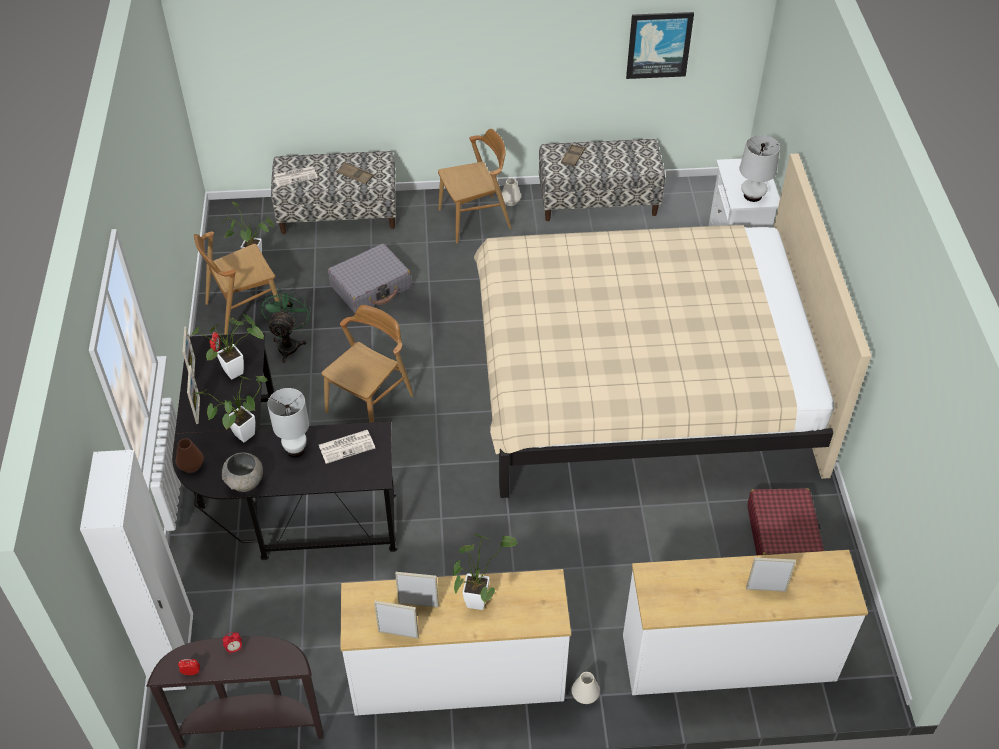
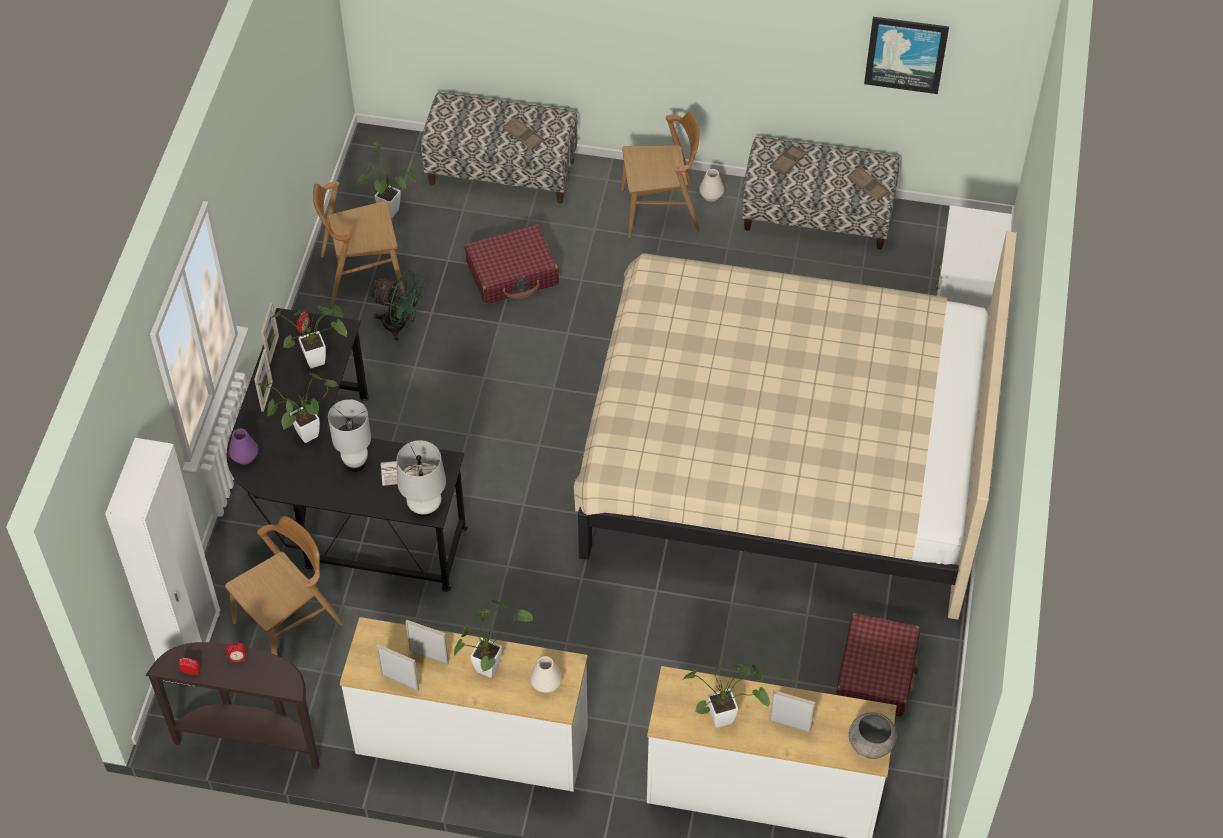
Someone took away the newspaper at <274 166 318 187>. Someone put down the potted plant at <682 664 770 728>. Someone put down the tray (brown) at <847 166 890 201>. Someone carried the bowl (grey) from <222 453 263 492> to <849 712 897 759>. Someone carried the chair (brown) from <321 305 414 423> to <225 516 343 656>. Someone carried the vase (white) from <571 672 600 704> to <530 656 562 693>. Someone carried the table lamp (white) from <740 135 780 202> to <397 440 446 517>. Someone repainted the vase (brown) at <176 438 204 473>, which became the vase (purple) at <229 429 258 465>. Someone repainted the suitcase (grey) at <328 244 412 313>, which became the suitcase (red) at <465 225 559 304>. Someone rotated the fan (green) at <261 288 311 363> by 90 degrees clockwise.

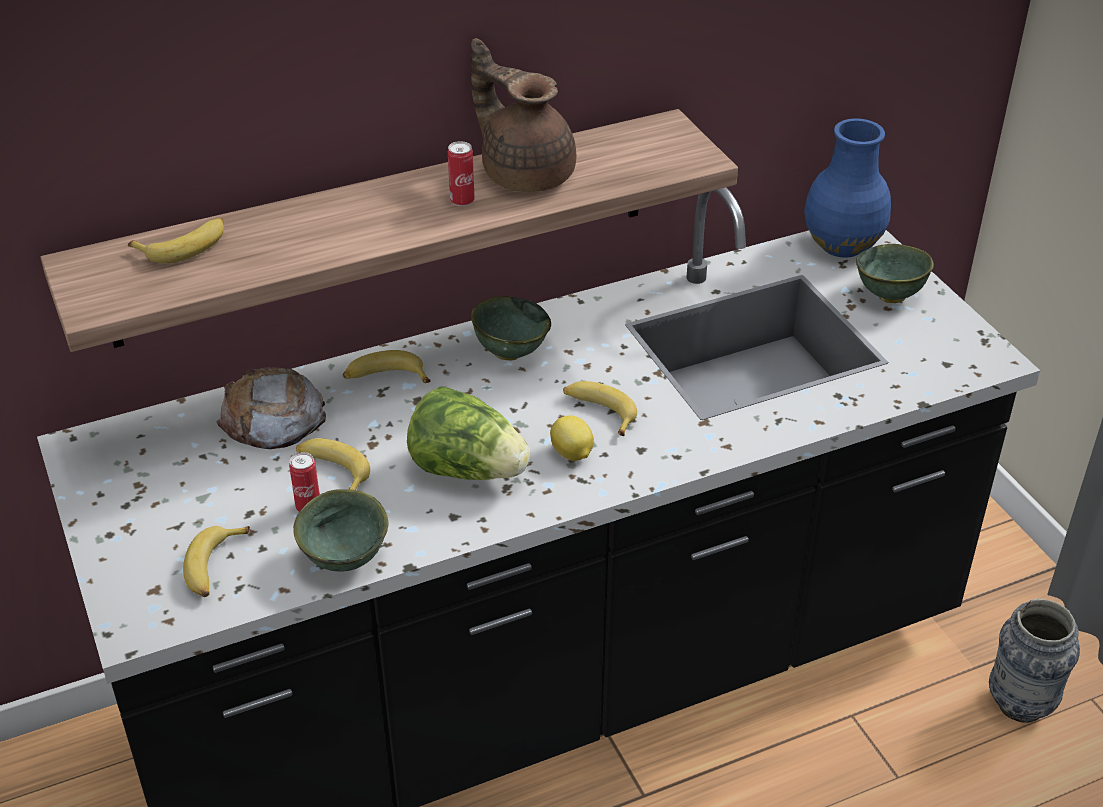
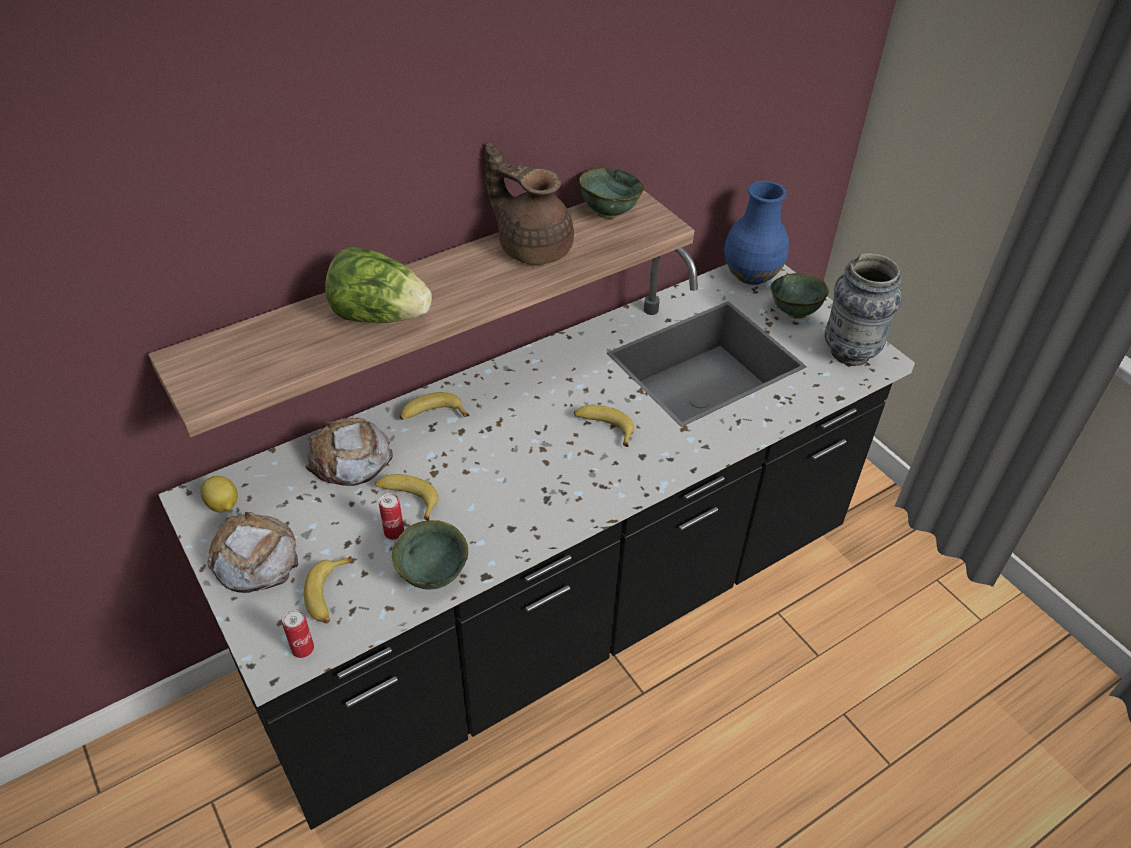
Someone took away the banana at <128 218 224 263>. Someone put down the bread at <208 512 299 593>. Someone carried the lettuce from <407 386 530 480> to <325 246 432 323>. Someone carried the can from <448 141 475 206> to <282 609 314 658>. Someone carried the bowl (green) from <471 296 551 361> to <579 168 644 219>. Someone carried the lemon from <550 415 594 461> to <201 476 238 512>. Someone carried the vase from <989 599 1080 723> to <825 253 902 366>.

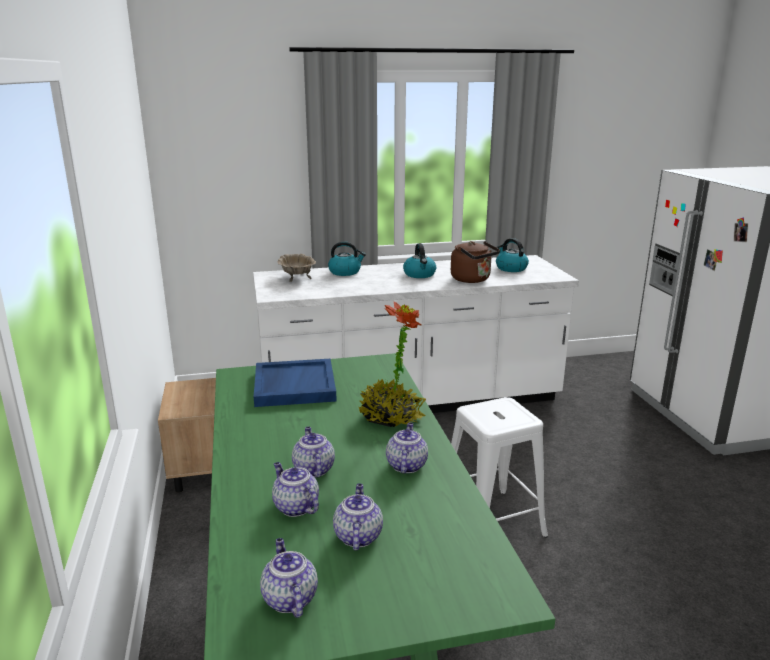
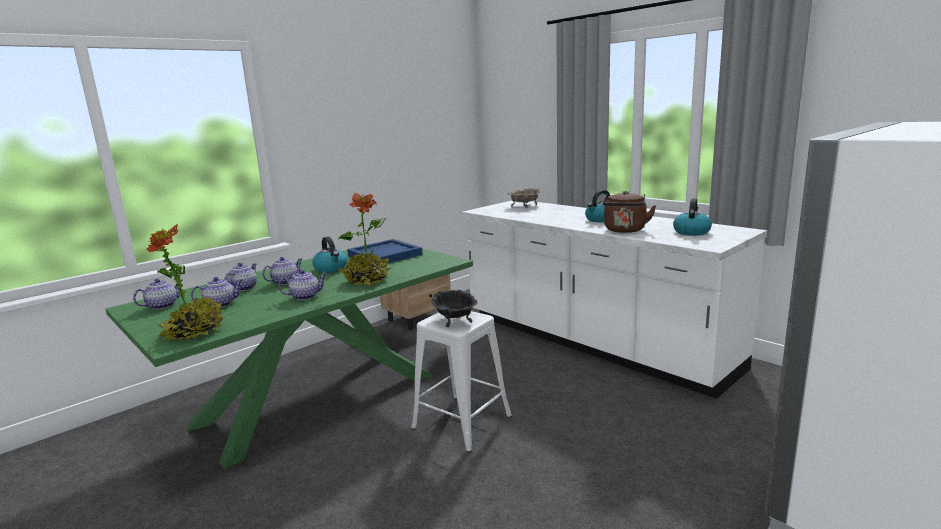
Someone put down the potted plant at <147 223 224 341>. Someone put down the bowl (black) at <431 290 478 327>. Someone carried the kettle from <328 242 366 276> to <312 237 348 273>.

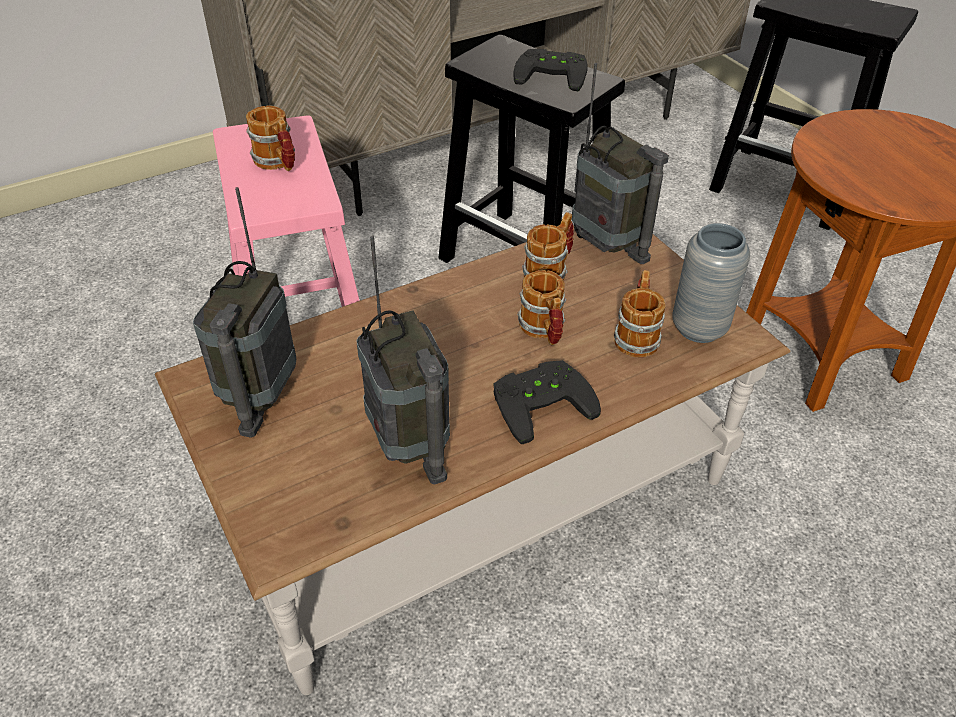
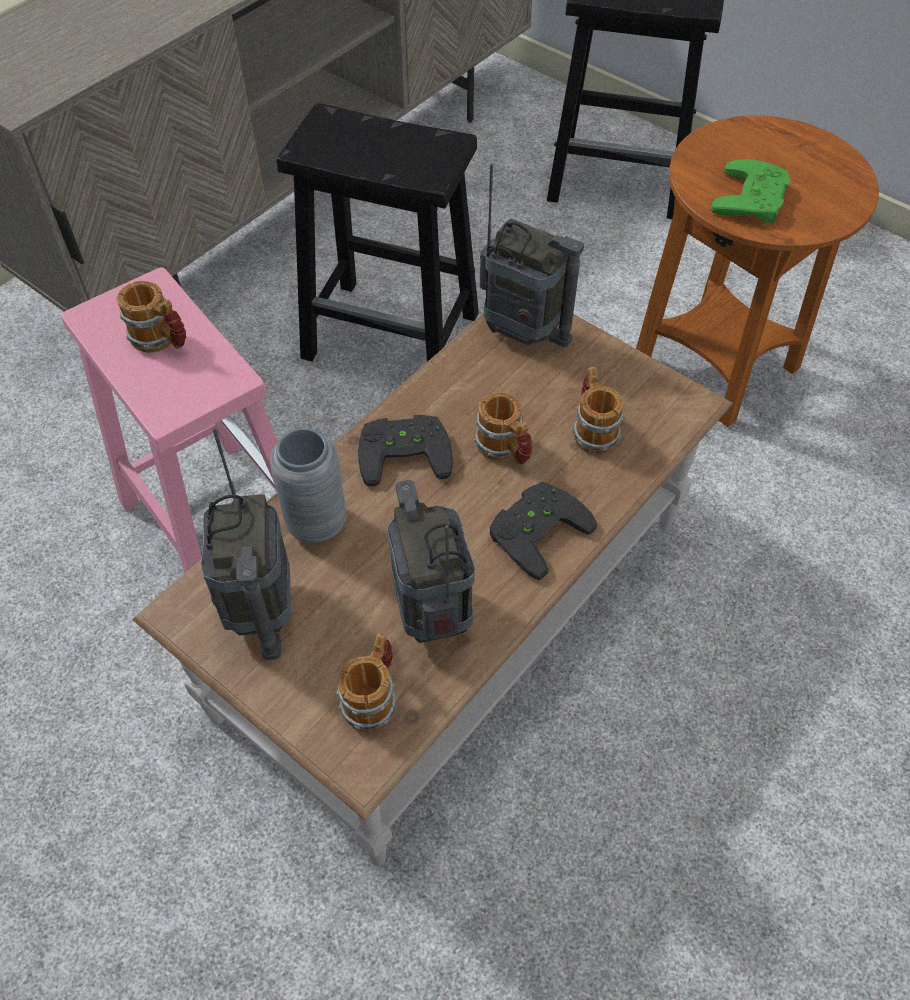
Someone put down the game controller (green) at <711 159 789 223>. Someone carried the game controller (black) from <513 49 588 91> to <358 415 453 486>. Someone carried the mug from <522 212 574 281> to <336 633 397 732>. Someone carried the vase (grey) from <672 223 750 343> to <270 428 347 543>. Someone rotated the radio at <356 235 450 485> by 150 degrees counterclockwise.

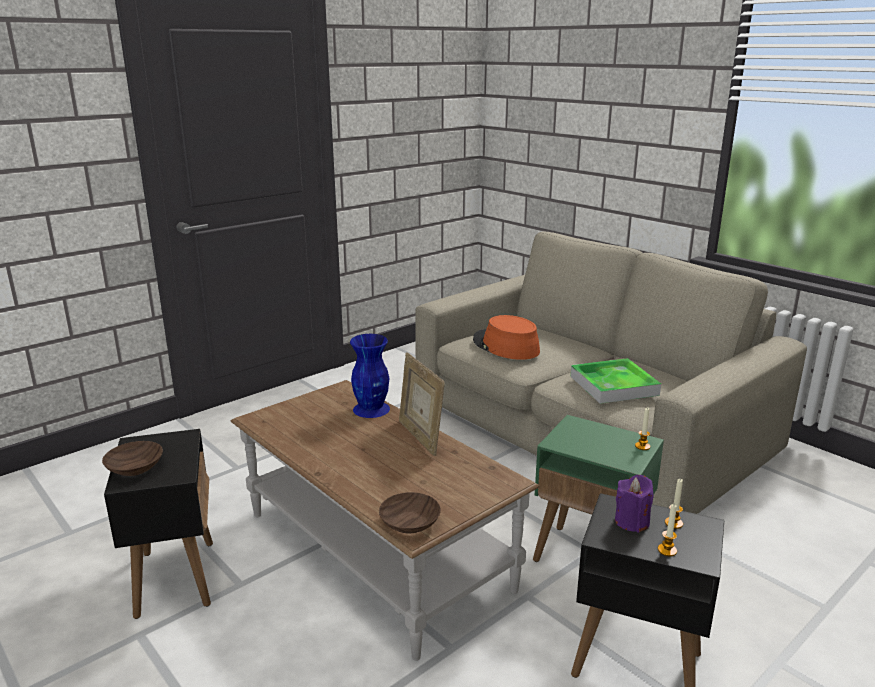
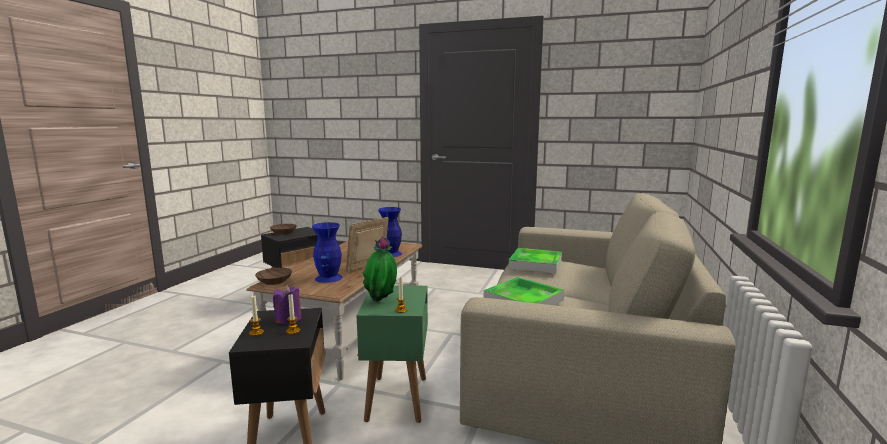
Someone put down the vase (blue) at <312 222 343 283>. Someone put down the potted plant at <362 236 397 302>. Someone swapped the hat (orange) at <473 315 540 360> for the tray at <508 248 562 273>.

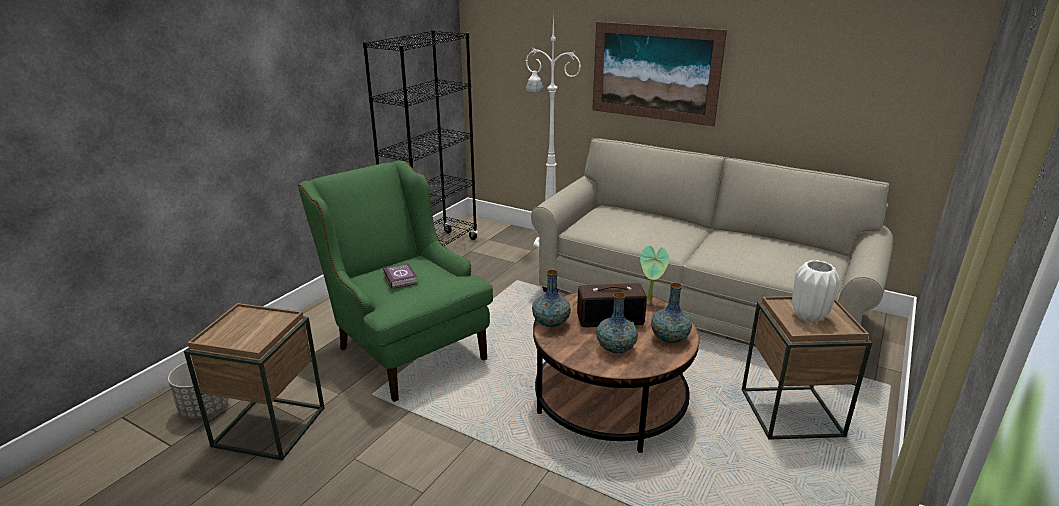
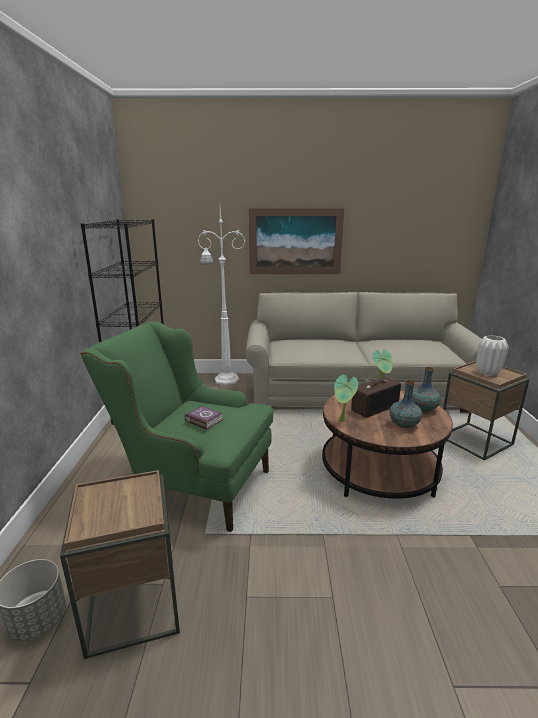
Someone swapped the vase at <532 270 571 328> for the potted plant at <334 375 358 422>.

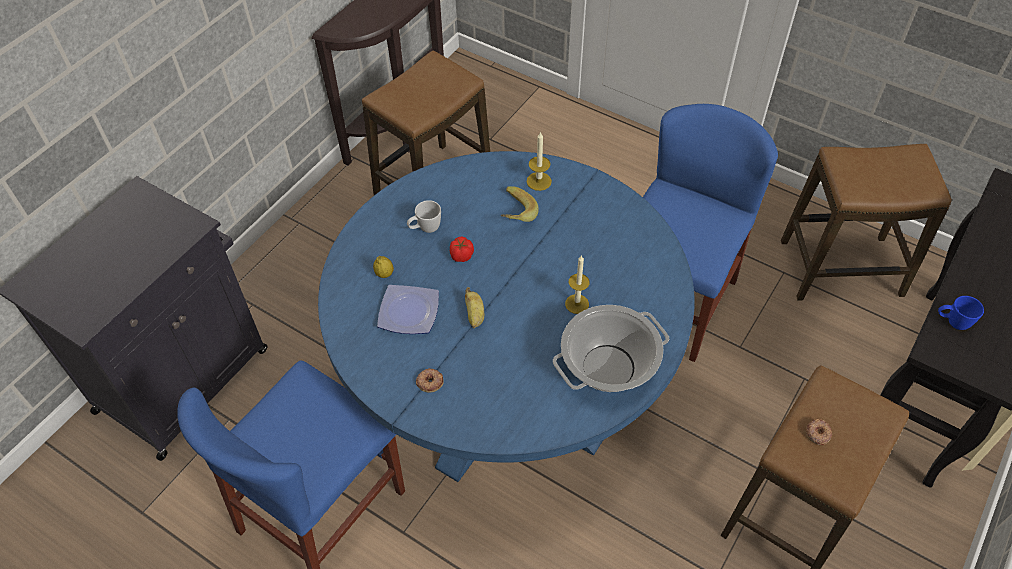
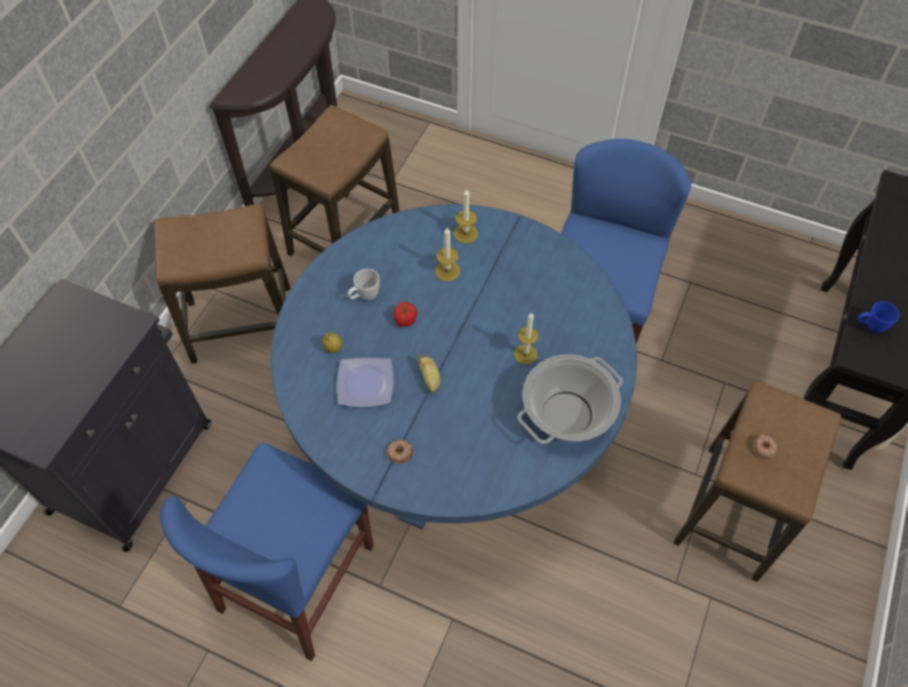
Someone carried the stool from <781 144 952 301> to <154 204 291 364>. Someone swapped the banana at <501 186 539 222> for the candle at <435 228 460 281>.

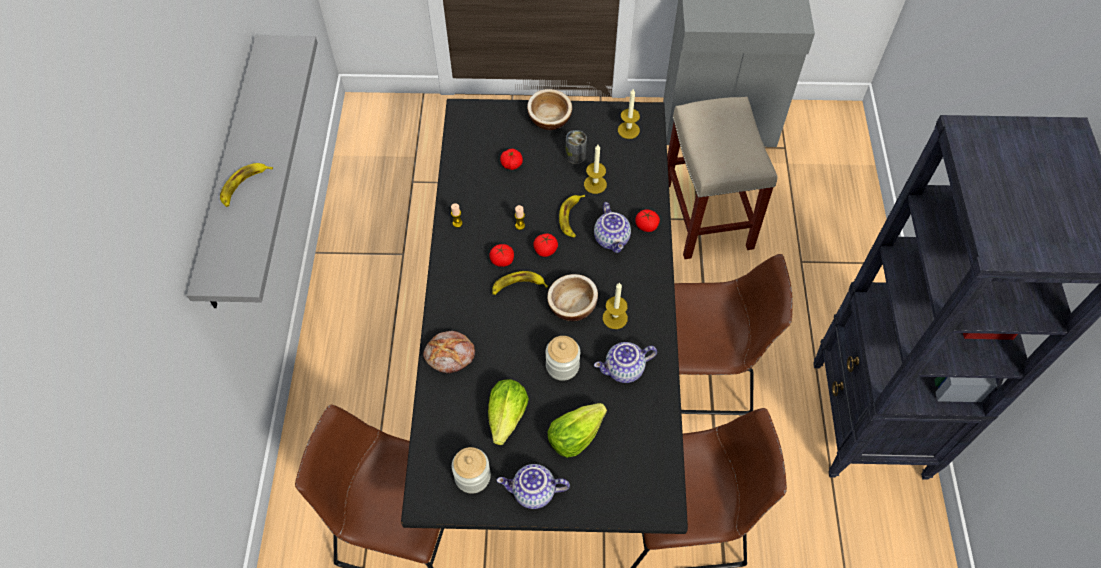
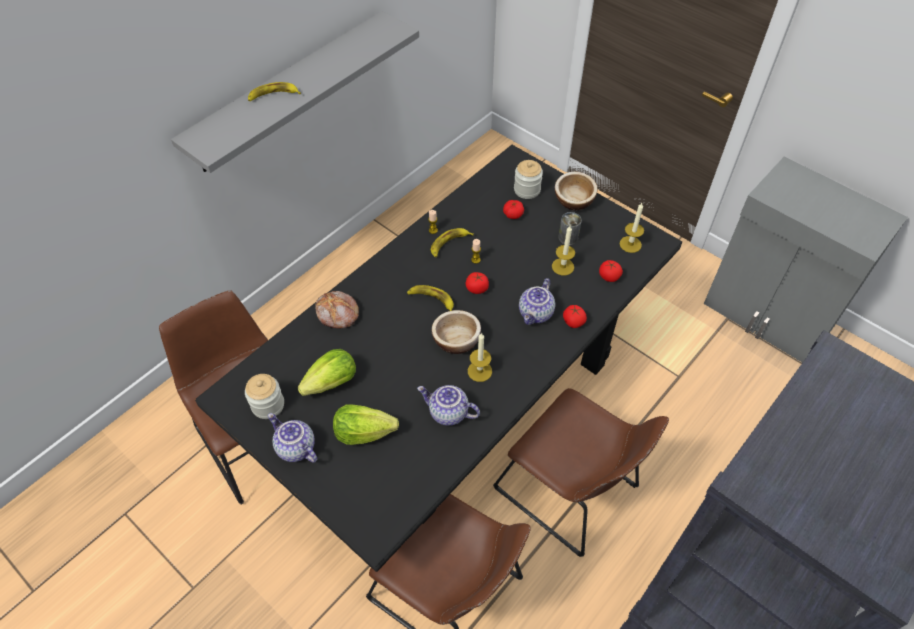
Someone took away the stool (beige) at <667 97 777 259>. Someone carried the tomato from <490 244 514 267> to <599 260 623 282>. Someone carried the jar from <546 336 580 381> to <514 160 543 199>. Someone carried the banana from <559 195 585 238> to <431 228 474 257>.

